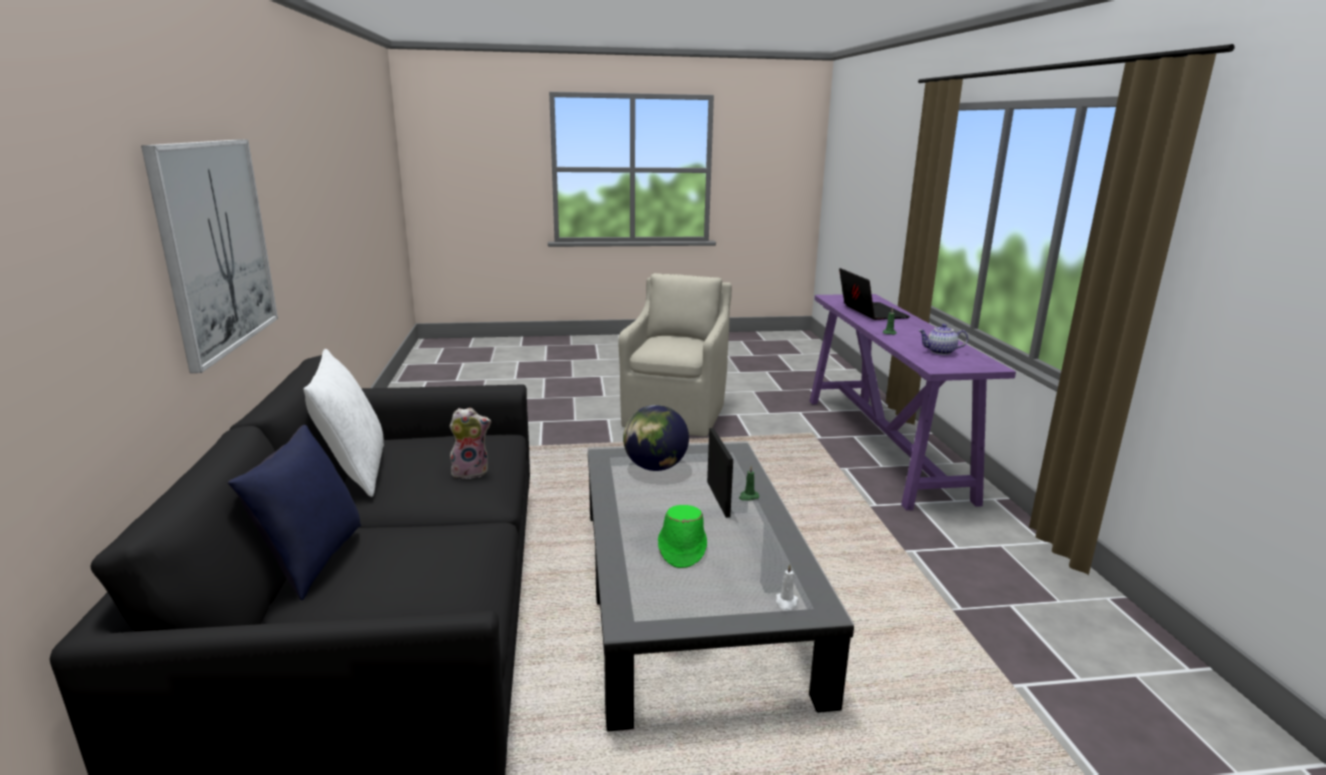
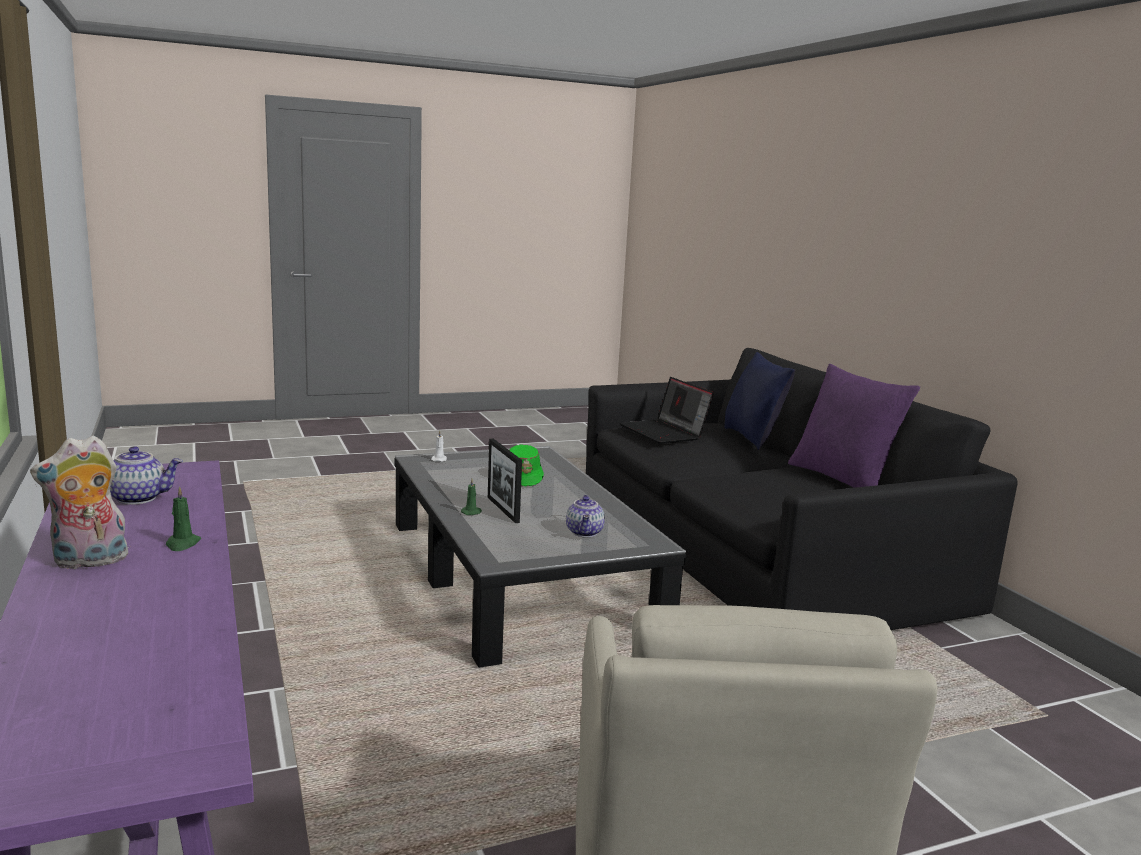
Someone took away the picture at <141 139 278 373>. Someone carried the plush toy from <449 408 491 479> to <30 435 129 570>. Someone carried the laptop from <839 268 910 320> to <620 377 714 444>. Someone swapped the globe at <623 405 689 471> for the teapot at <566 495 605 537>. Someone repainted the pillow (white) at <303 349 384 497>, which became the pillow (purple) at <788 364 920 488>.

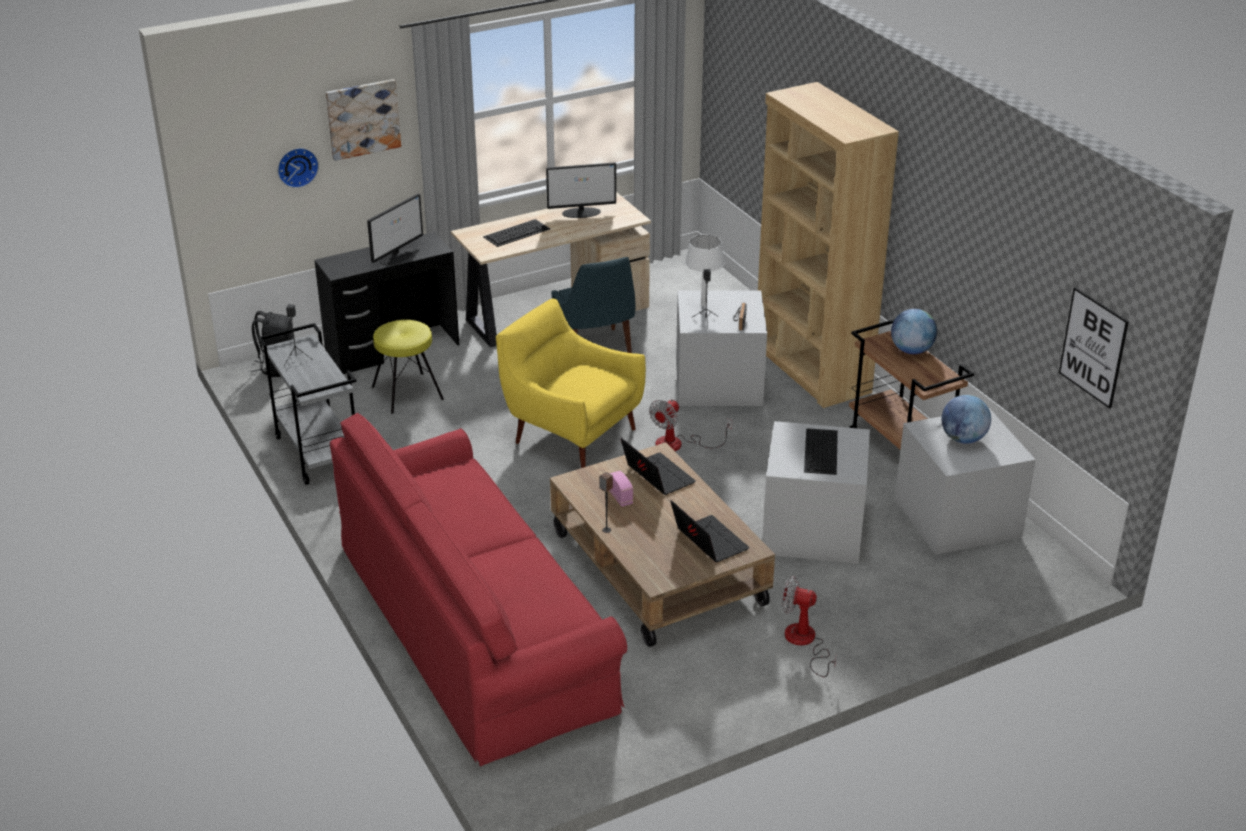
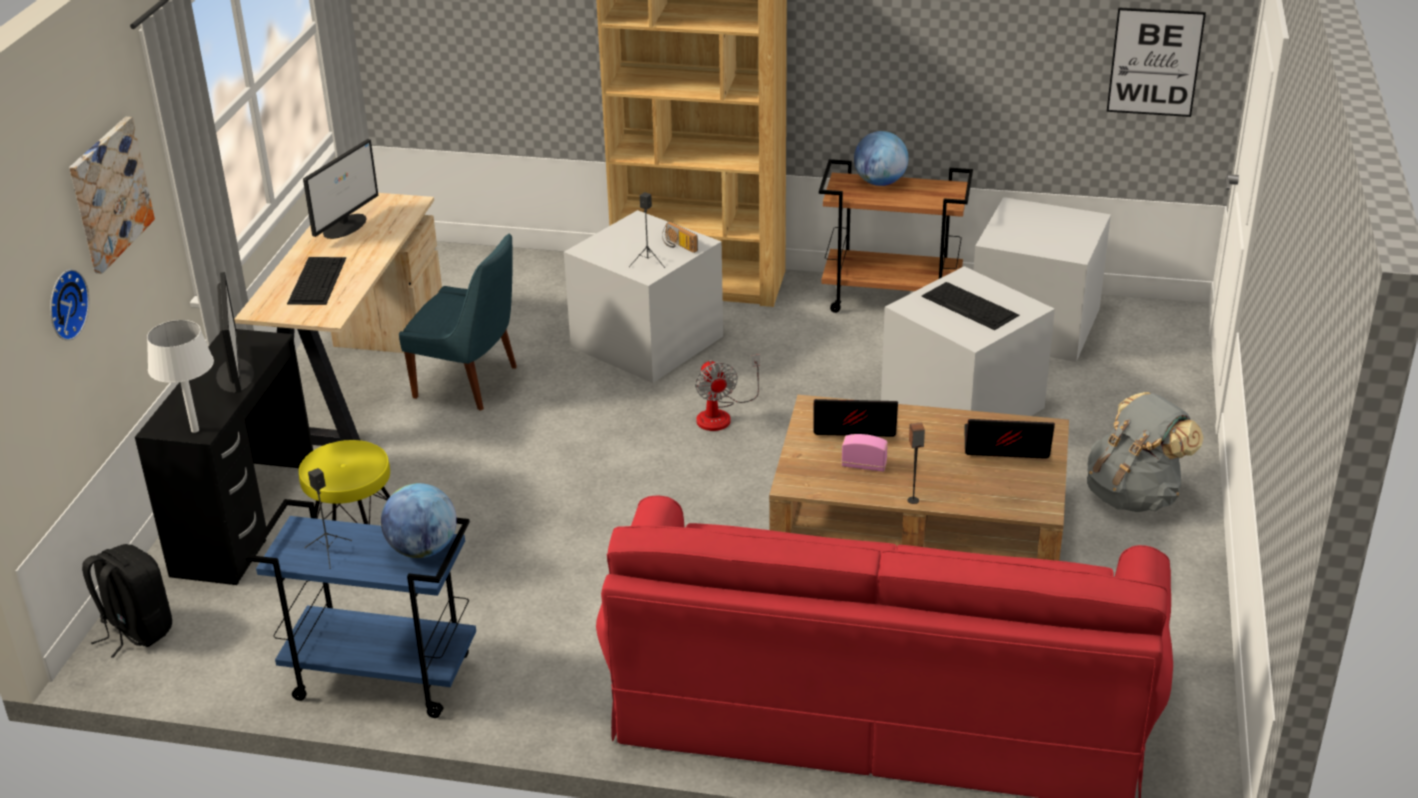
Someone took away the armchair (yellow) at <496 299 646 468>. Someone carried the table lamp (white) from <685 235 725 306> to <147 320 214 433>. Someone carried the globe from <941 395 991 444> to <381 483 457 558>. Someone swapped the fan at <782 576 837 677> for the backpack (grey) at <1087 392 1204 512>. Someone repainted the cart (grey) at <258 323 356 485>, which became the cart (blue) at <246 499 476 718>.

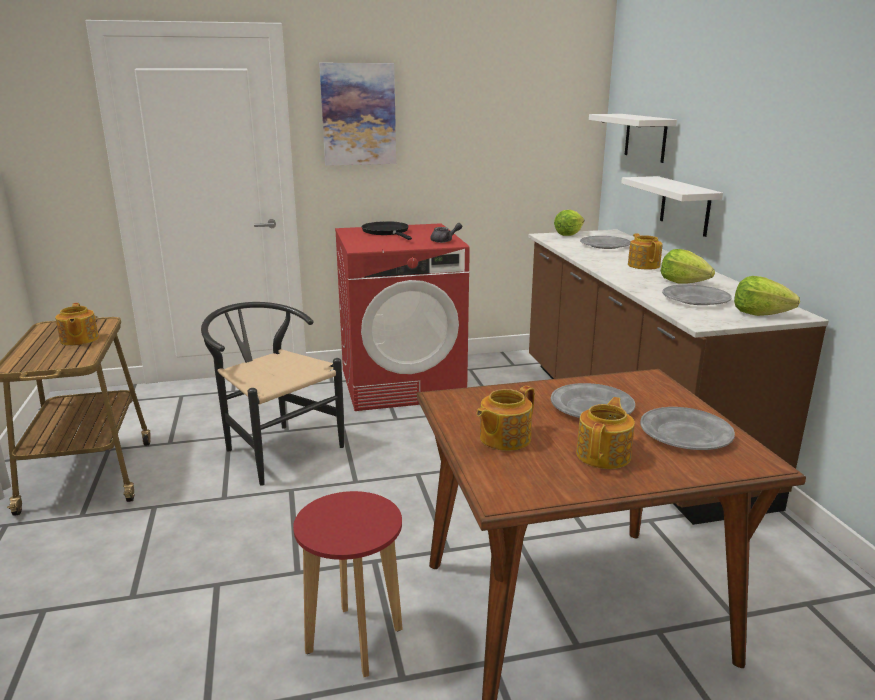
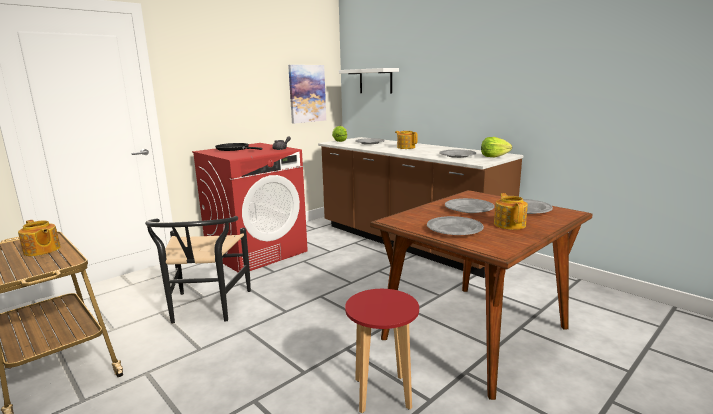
Someone took away the shelf (white) at <621 176 723 237>. Someone took away the lettuce at <661 249 715 284>. Someone carried the picture from <319 63 396 166> to <288 65 326 124>. Someone swapped the teapot at <476 386 534 451> for the plate (grey) at <427 216 484 235>. Someone rotated the chair (black) at <201 302 344 486> by 105 degrees counterclockwise.

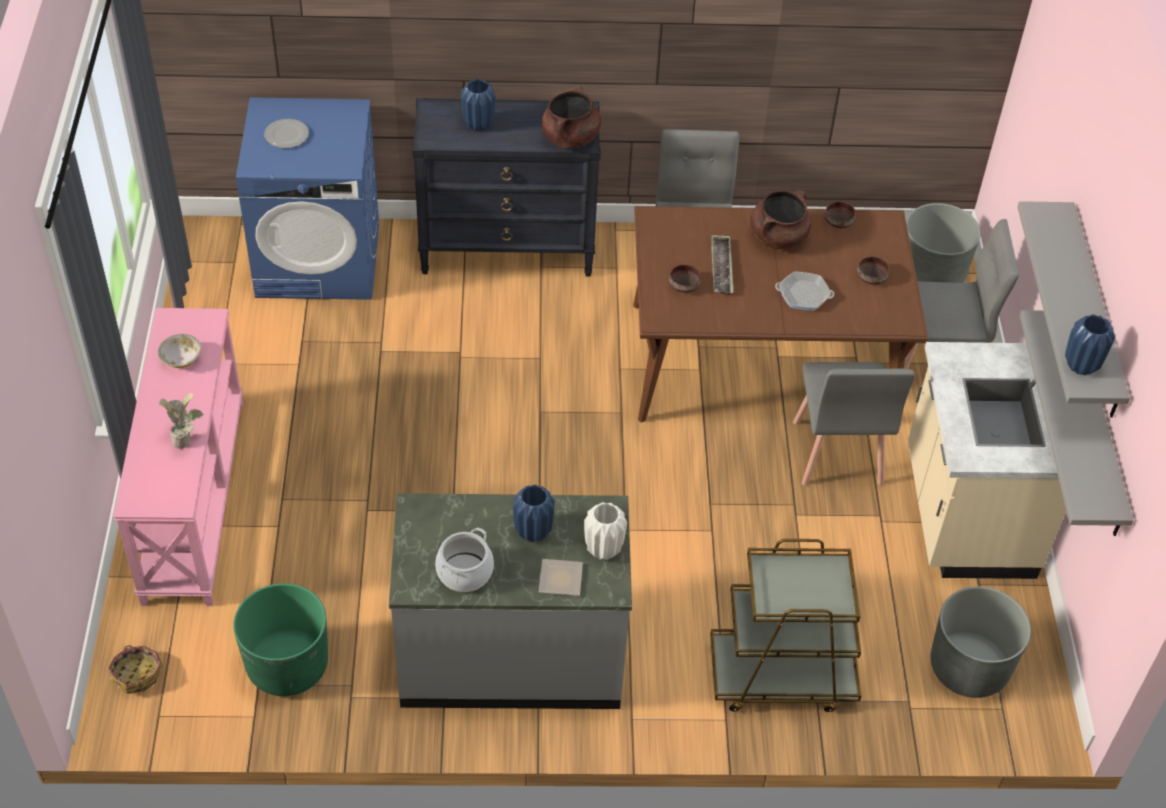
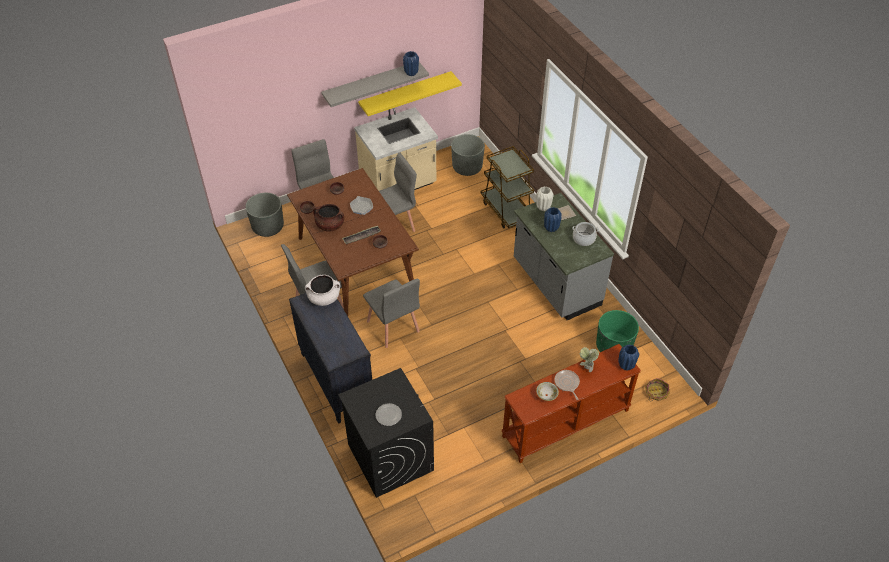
Someone put down the chair (grey) at <363 279 420 348>. Someone put down the frying pan at <554 370 580 400>. Someone carried the vase (blue) from <461 79 495 132> to <618 344 639 371>. Someone repainted the console table (pink) at <113 308 243 606>, which became the console table (brown) at <502 344 641 463>. Someone repainted the washing machine (blue) at <236 97 379 300>, which became the washing machine (black) at <338 368 434 498>. Someone repainted the cooking pot (brown) at <541 86 601 149>, which became the cooking pot (white) at <305 275 341 306>. Someone repainted the shelf (grey) at <1020 310 1134 536>, which became the shelf (yellow) at <358 71 462 116>.

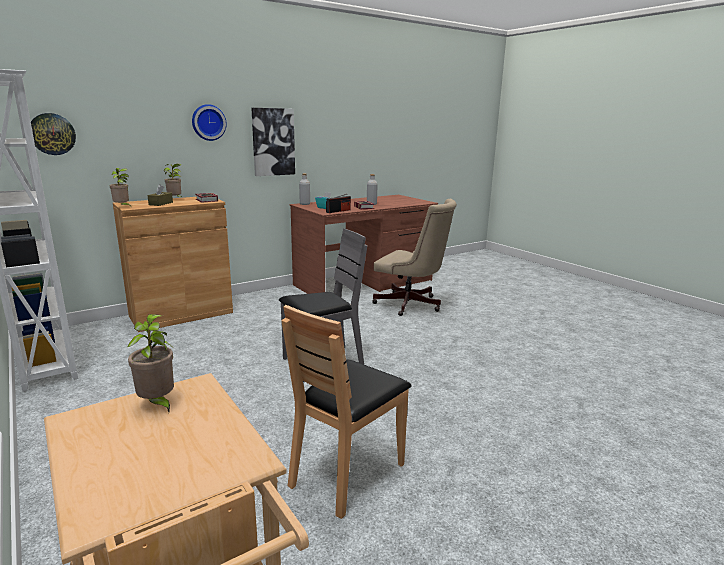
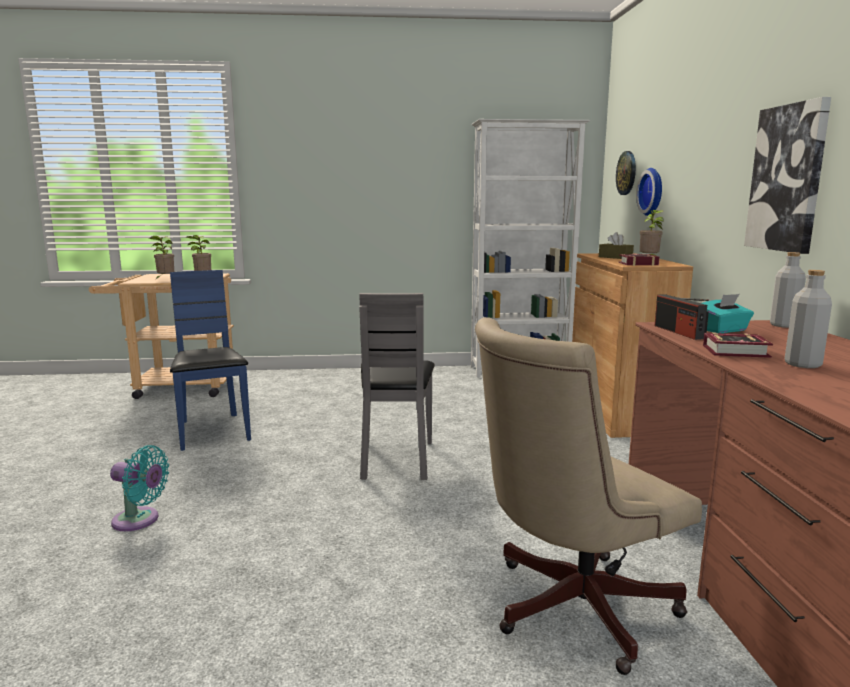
Someone put down the fan (turquoise) at <110 445 169 531>. Someone carried the potted plant from <110 168 131 206> to <149 236 174 280>. Someone carried the wall clock from <192 104 226 141> to <636 168 662 216>. Someone repainted the chair (brown) at <281 305 411 519>, which became the chair (blue) at <170 270 251 451>.

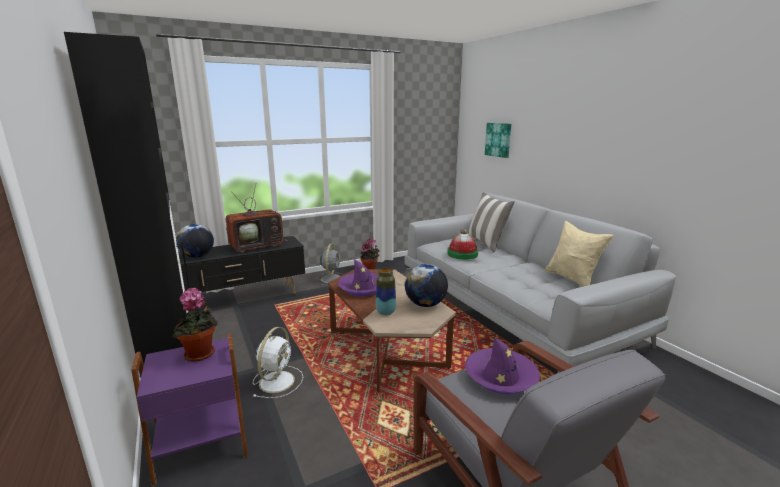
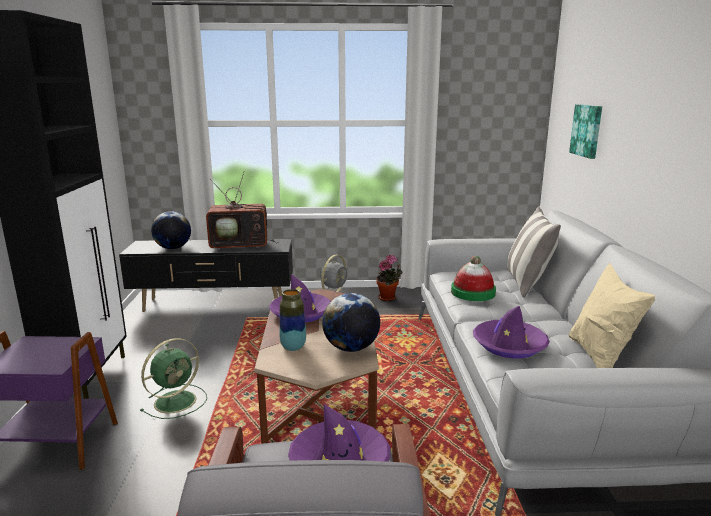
Someone took away the potted plant at <172 288 218 362>. Someone put down the hat (purple) at <473 306 550 358>. Someone repainted the fan (white) at <253 327 303 398>, which became the fan (green) at <140 338 207 419>.

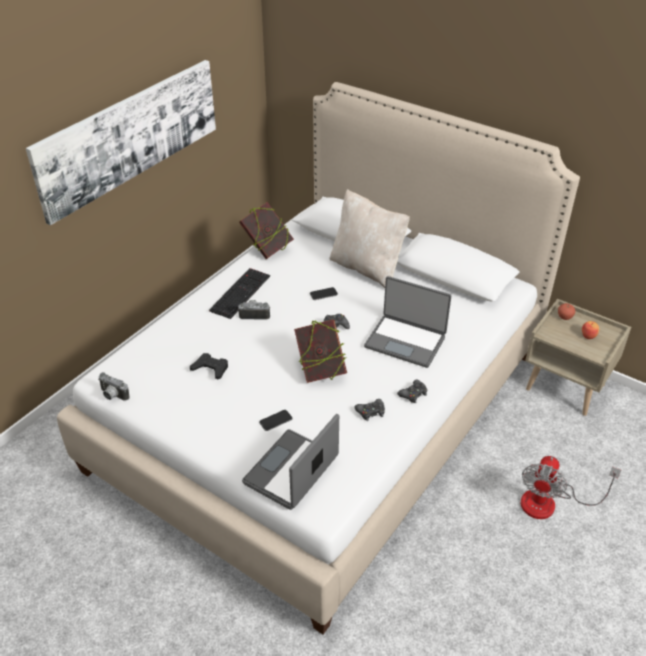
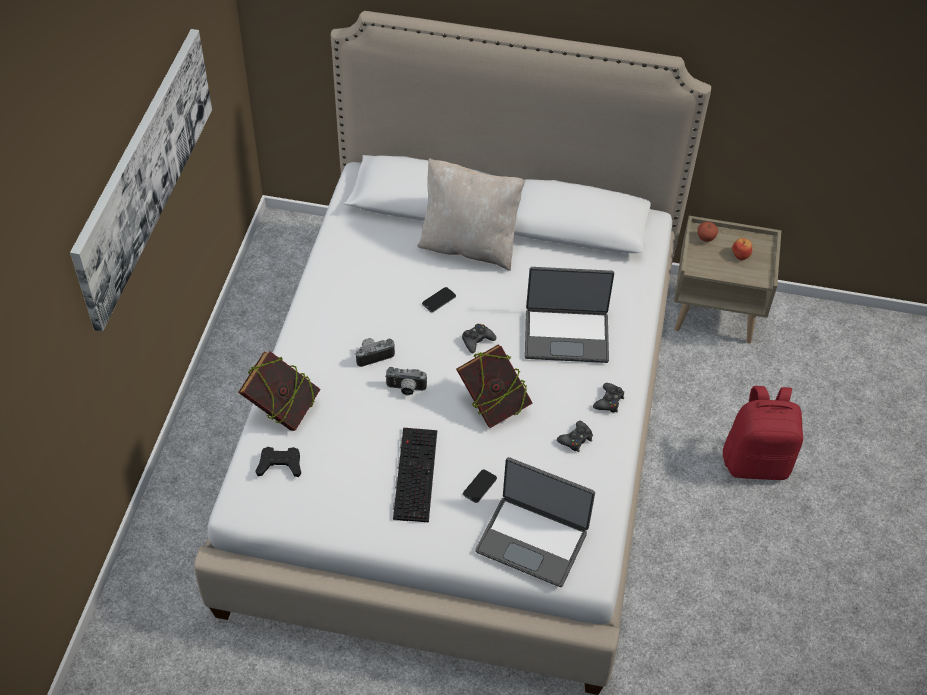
Someone carried the photo camera from <98 372 130 401> to <385 367 427 395>. Someone carried the game controller (black) from <190 353 228 379> to <256 447 301 477>. Someone carried the keyboard from <209 268 270 319> to <393 428 437 522>. Someone carried the book from <239 202 294 259> to <238 351 320 431>. Someone swapped the fan at <520 456 621 519> for the backpack (red) at <723 386 803 480>. Someone rotated the laptop at <242 414 339 510> by 75 degrees counterclockwise.

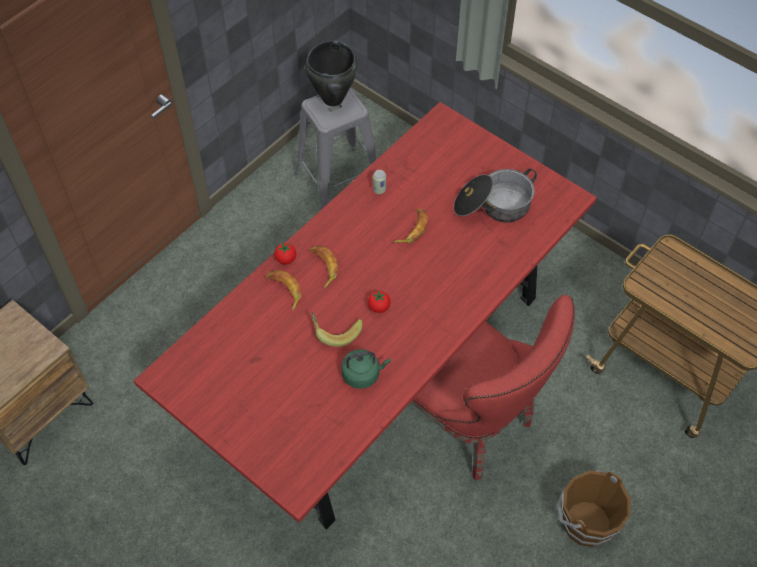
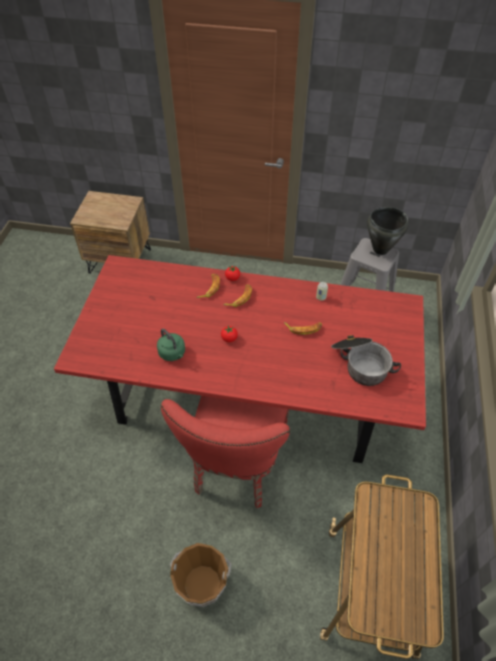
Someone took away the banana at <311 312 363 347>.

